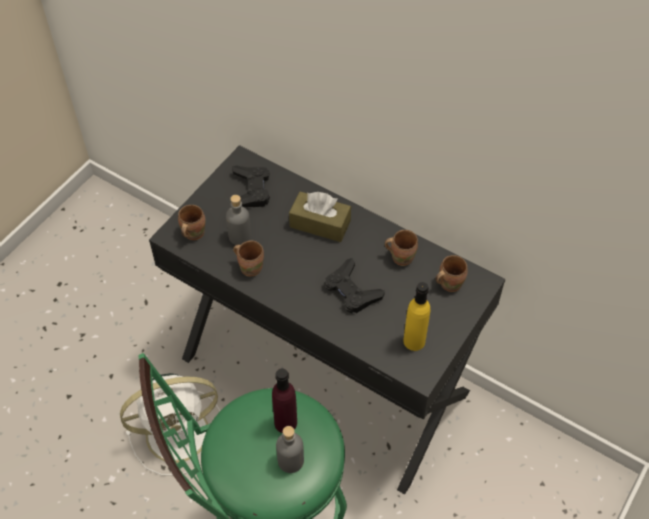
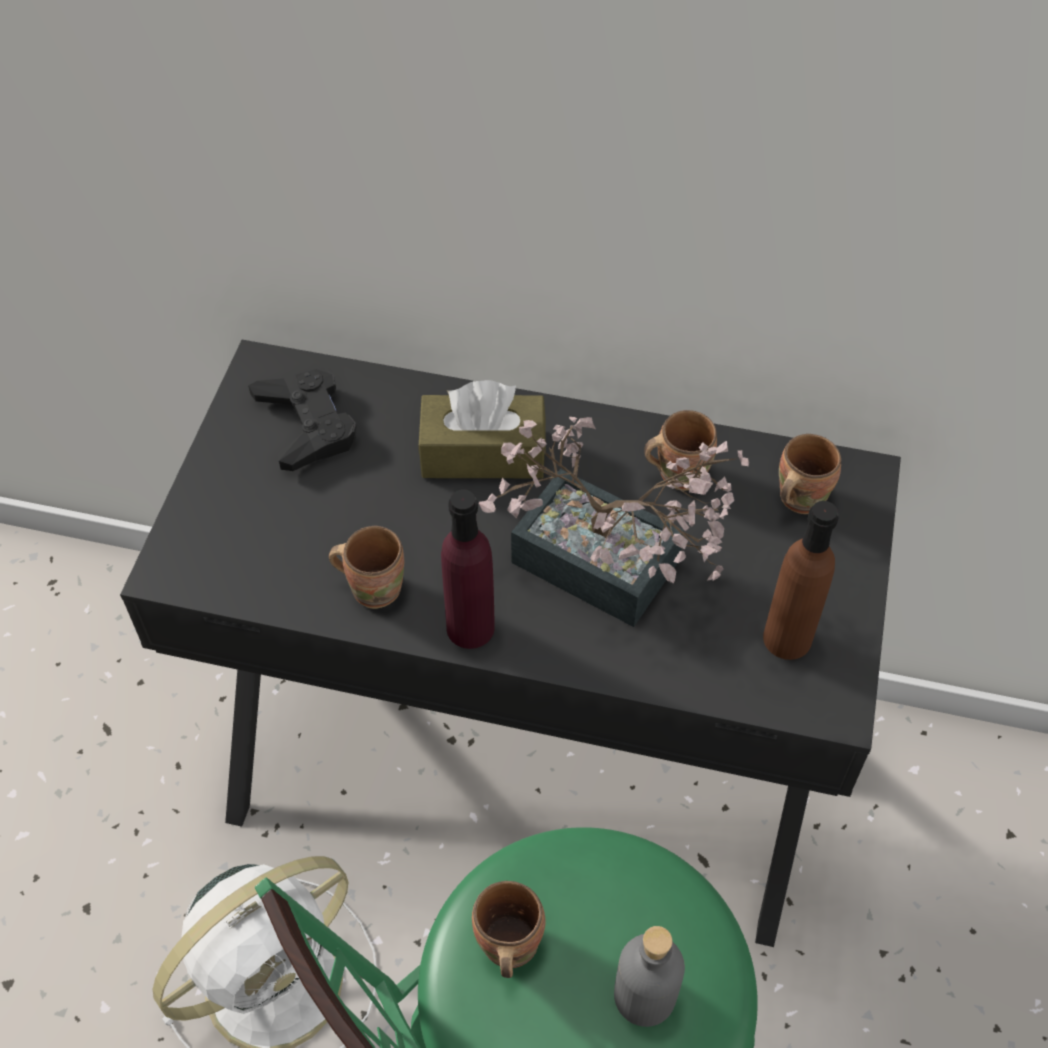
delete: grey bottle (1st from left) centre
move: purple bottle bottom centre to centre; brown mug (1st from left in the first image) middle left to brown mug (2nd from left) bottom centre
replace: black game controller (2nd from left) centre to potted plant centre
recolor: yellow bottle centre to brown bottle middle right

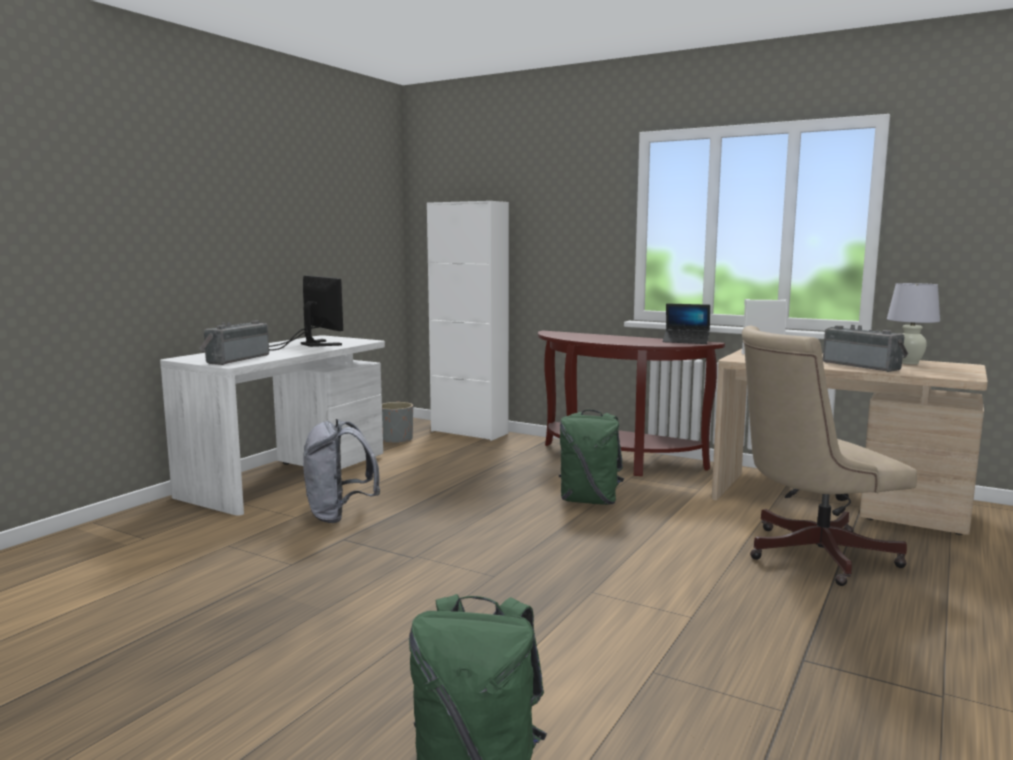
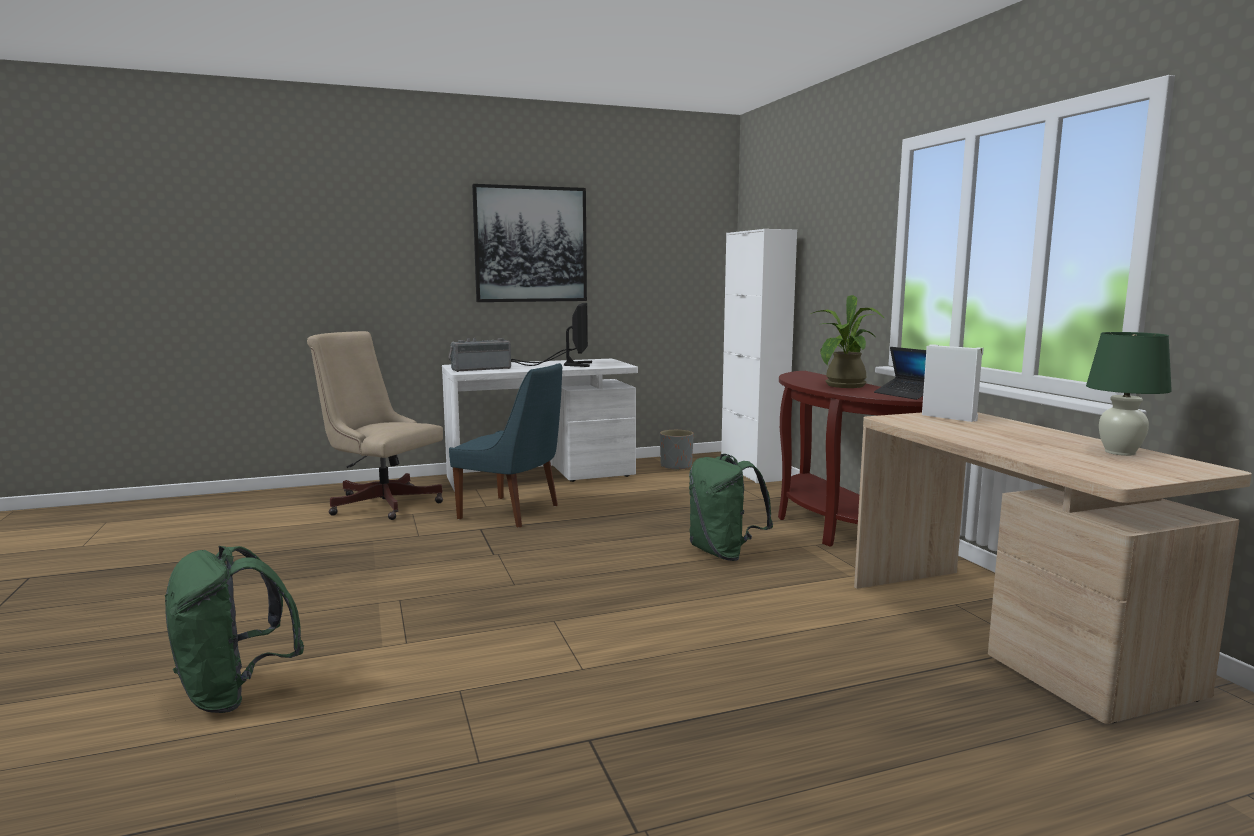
delete: radio (2nd from left) middle right
insert: picture top centre; potted plant middle right
move: beige office chair middle right to middle left
replace: grey backpack centre to blue chair centre
recolor: white table lamp middle right to green table lamp middle right

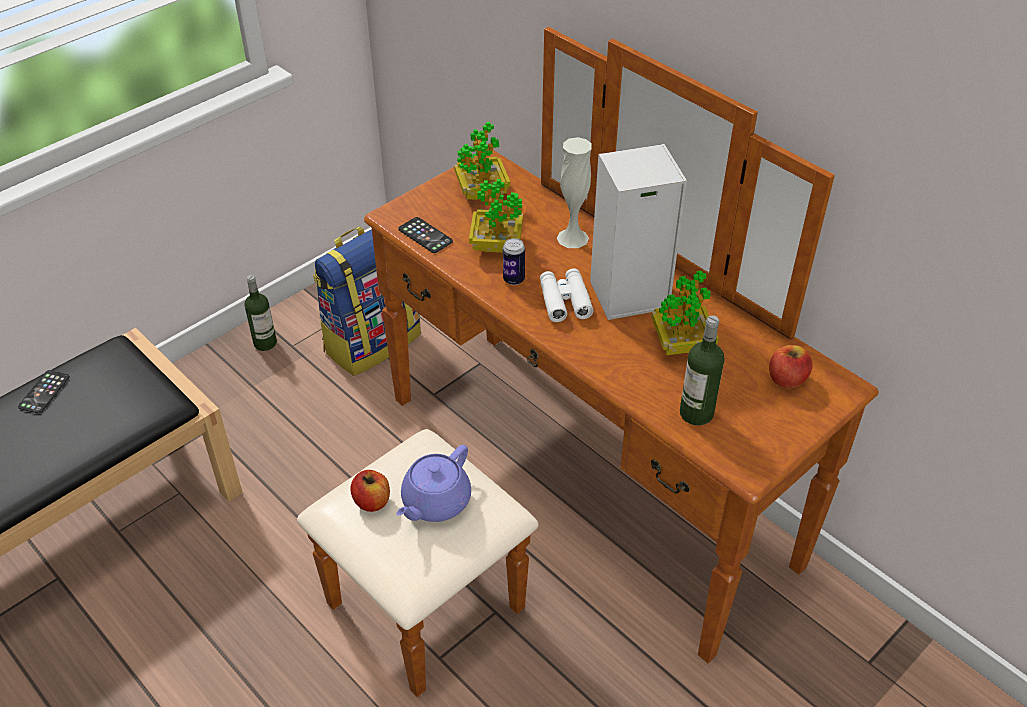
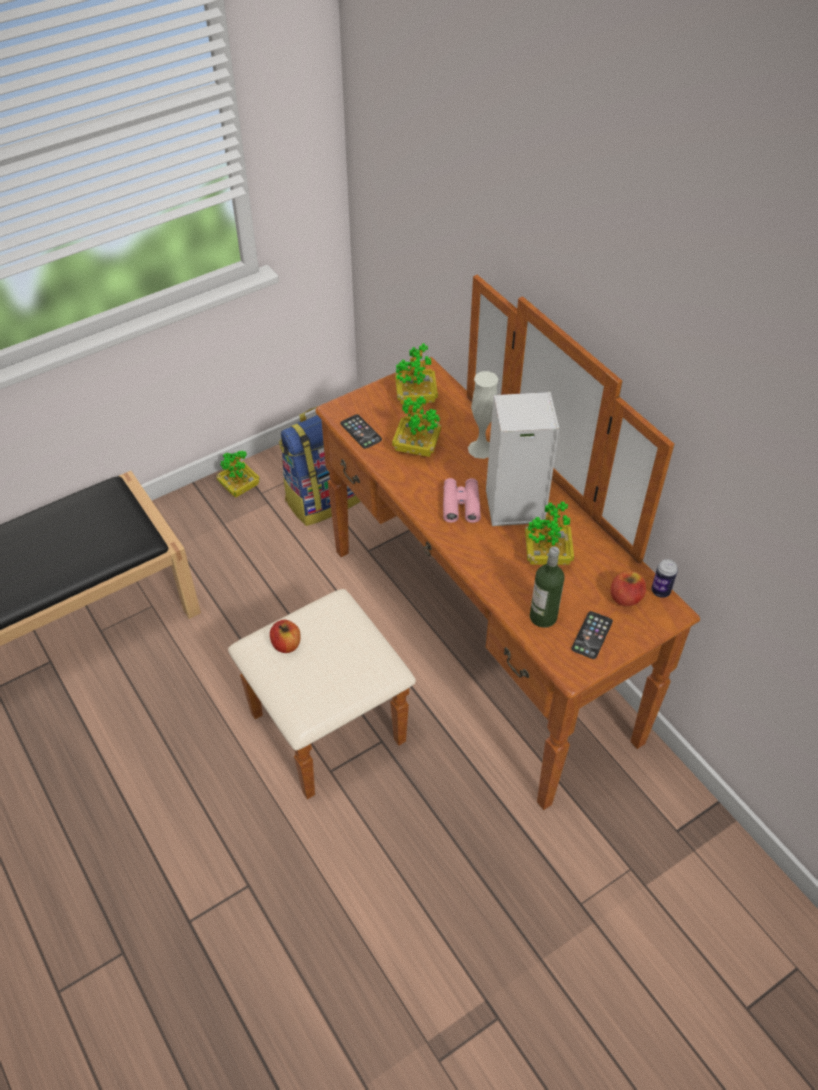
delete: purple teapot bottom centre
move: phone (1st from left in the first image) middle left to phone (2nd from left) middle right; can centre to middle right
replace: bottle (1st from left) middle left to potted plant (1st from left) middle left
recolor: white binoculars centre to pink binoculars centre

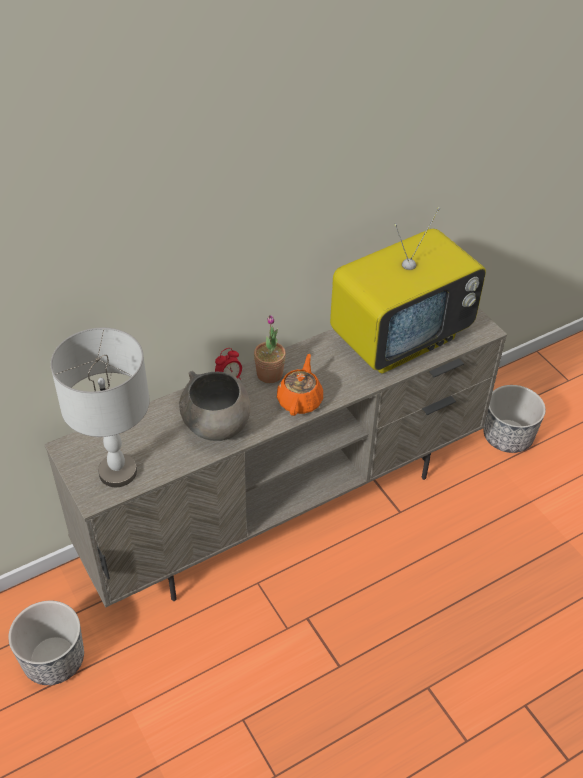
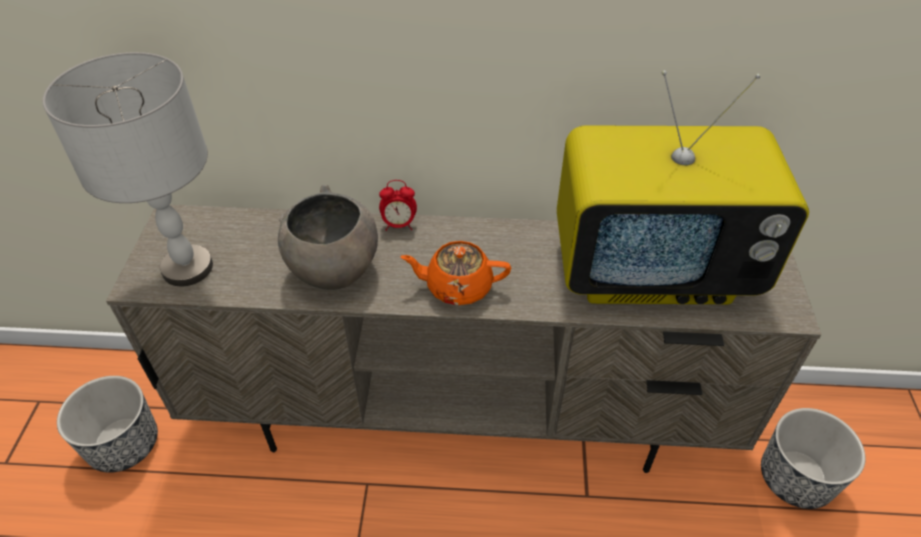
delete: potted plant centre
rotate: orange teapot centre = centre 135 degrees counterclockwise

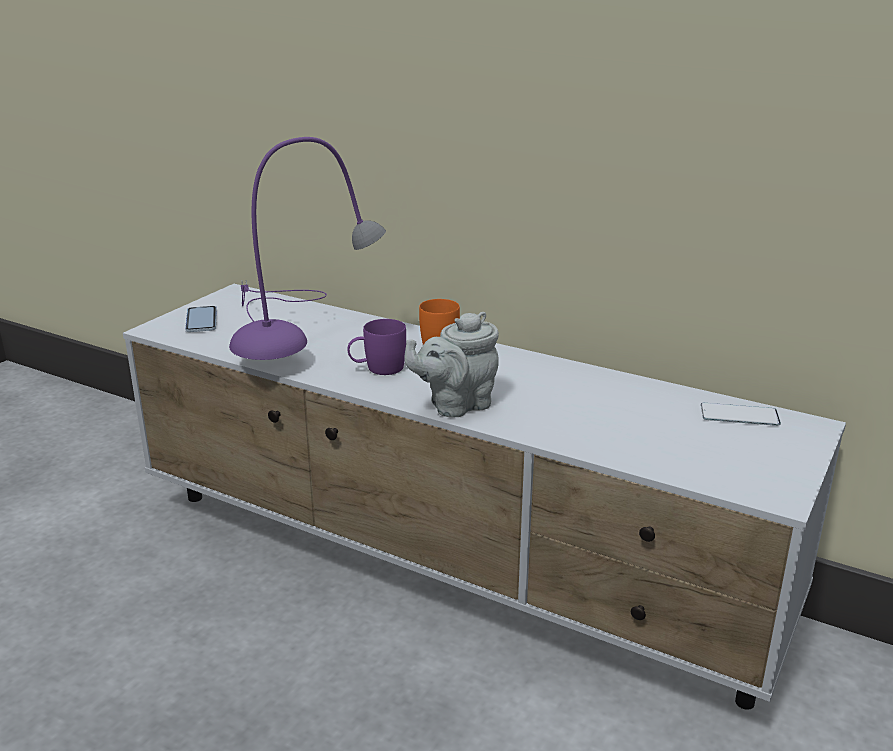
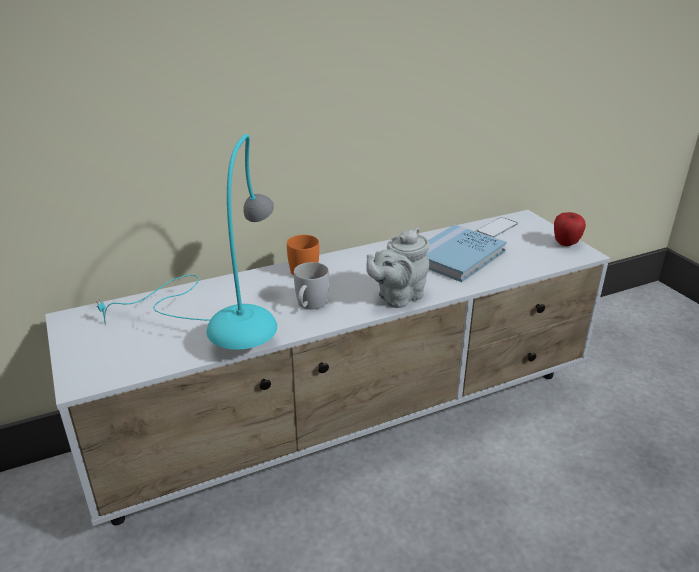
delete: phone (1st from left) middle left
insert: blue book middle right; apple middle right
recolor: purple table lamp top centre to turquoise table lamp middle left; purple mug centre to white mug centre
rotate: grey teapot centre = centre 45 degrees clockwise

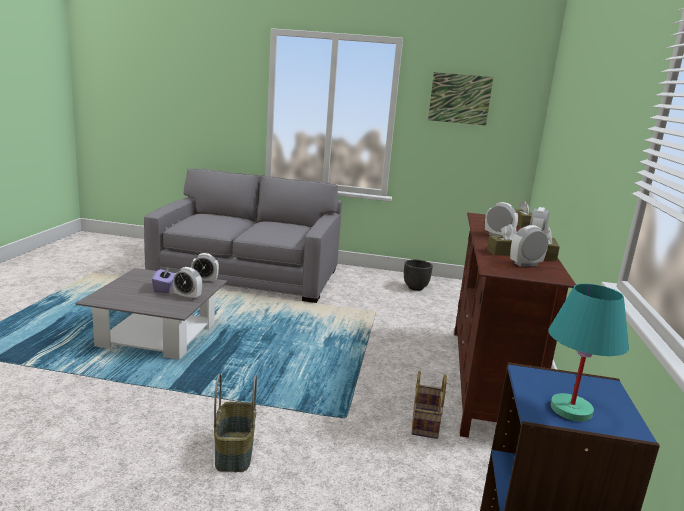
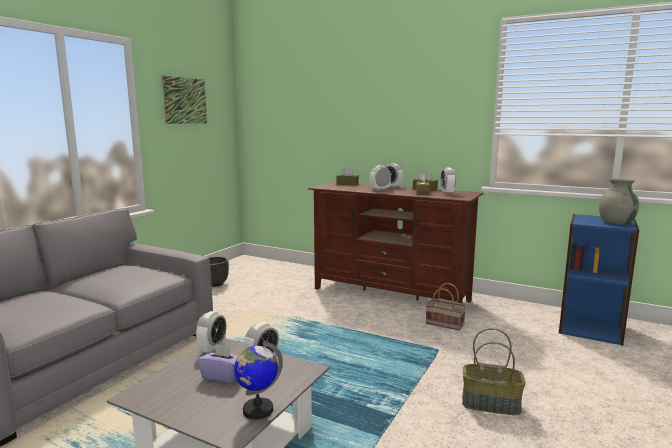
insert: globe bottom centre
replace: turquoise table lamp bottom right to grey vase middle right

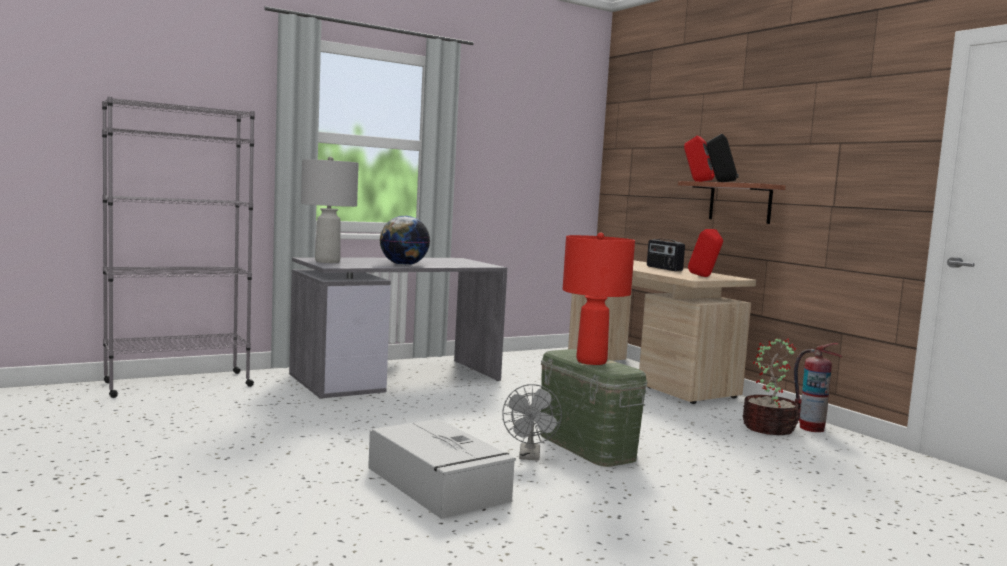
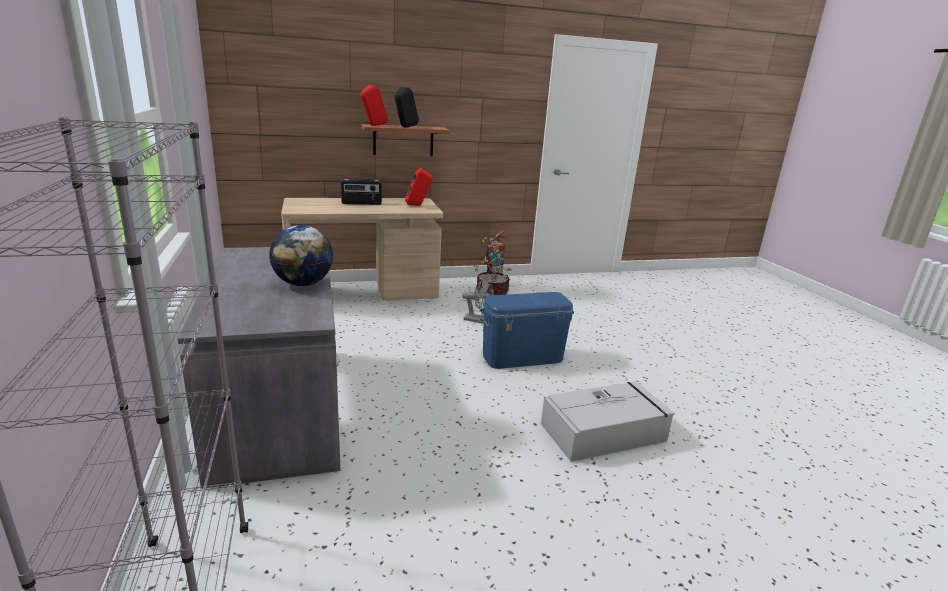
delete: grey table lamp middle left; red table lamp centre
move: grey fan bottom centre to centre
recolor: green storage box bottom centre to blue storage box centre

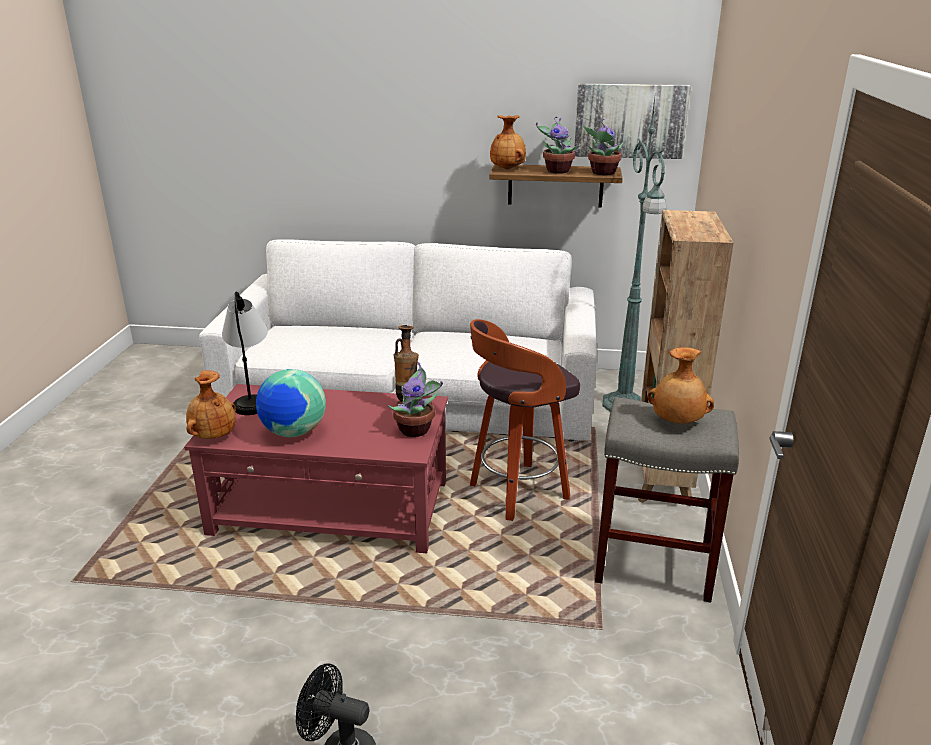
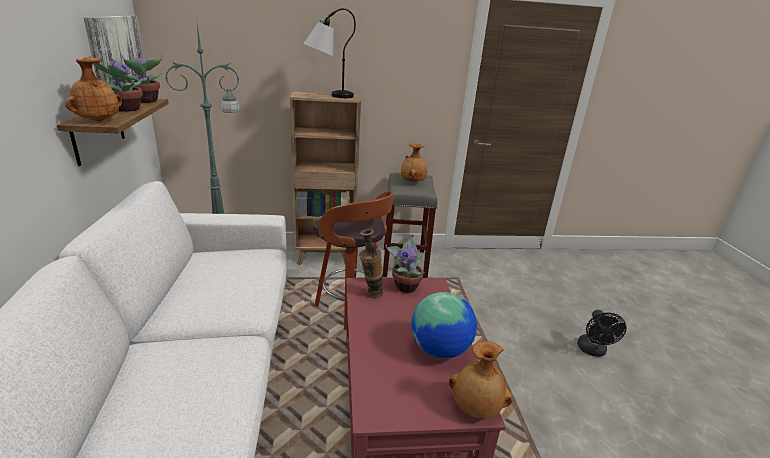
move: table lamp middle left to top centre

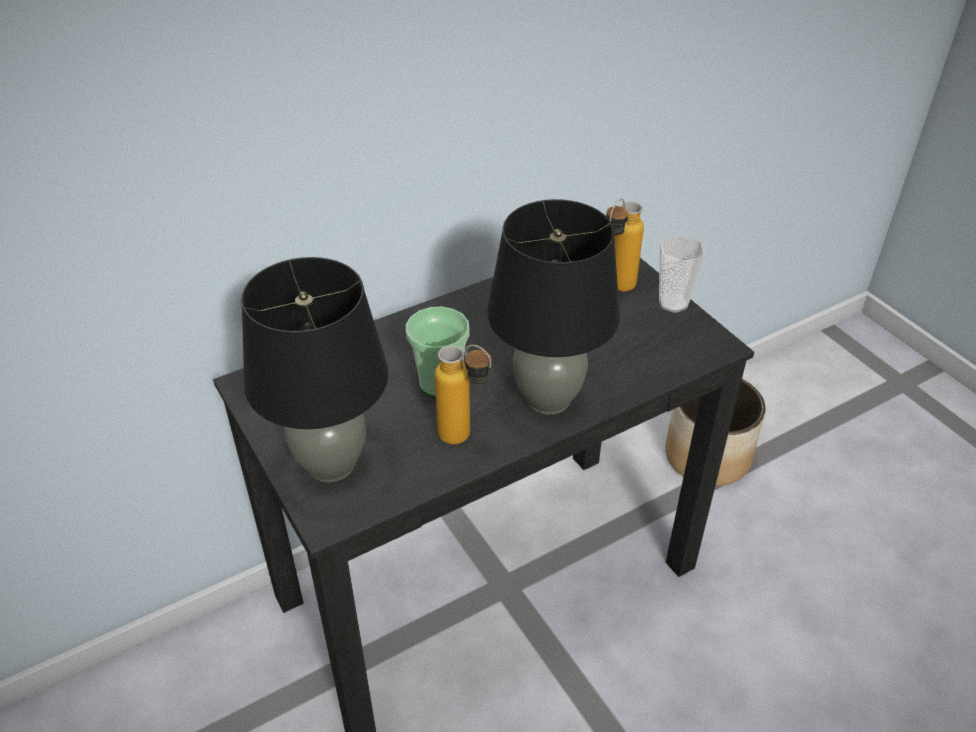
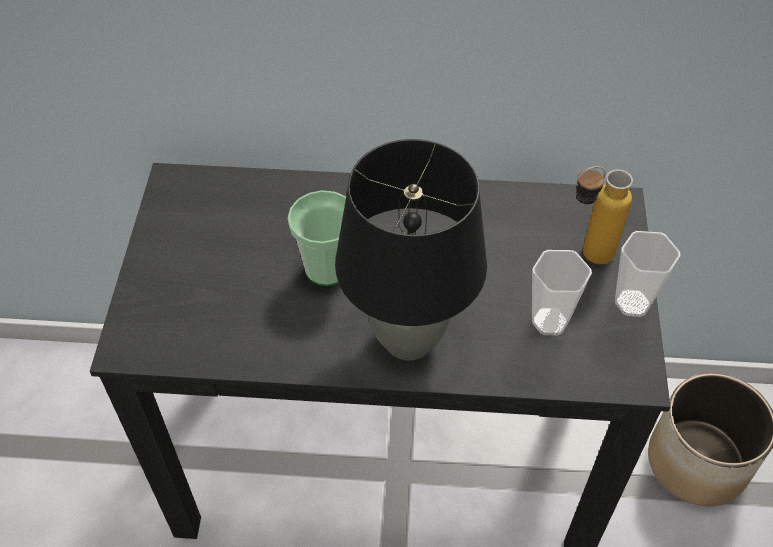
delete: black table lamp (1st from left) middle left; bottle (1st from left) centre
insert: cup (2nd from left) middle right

